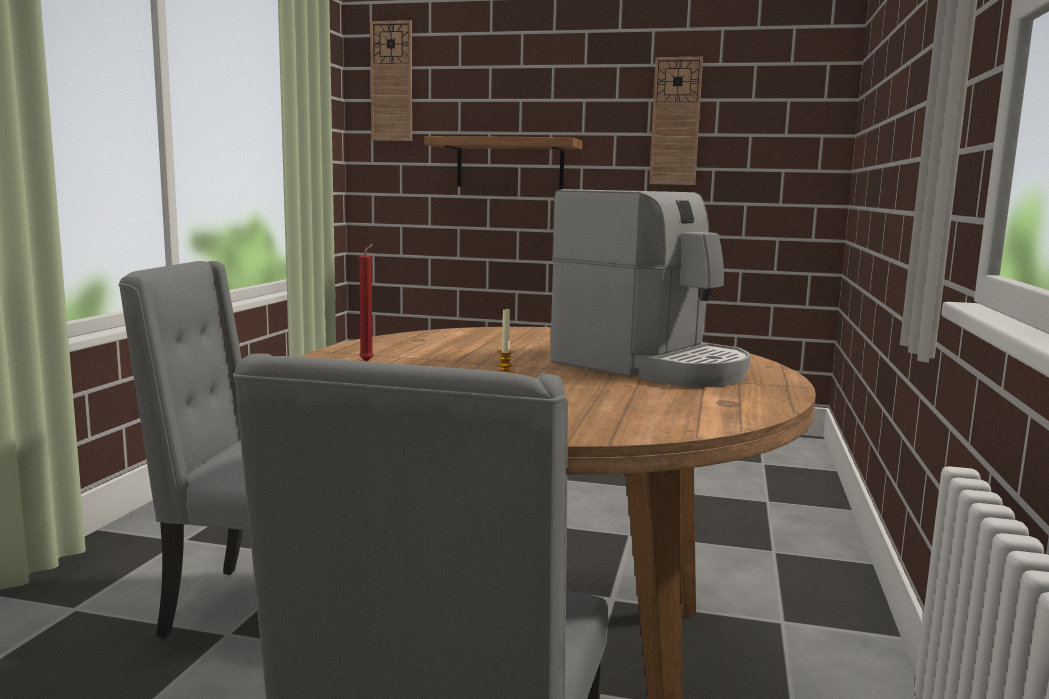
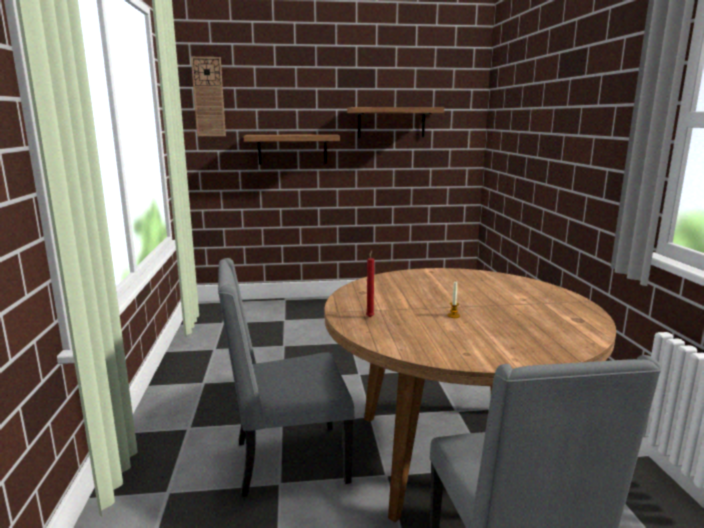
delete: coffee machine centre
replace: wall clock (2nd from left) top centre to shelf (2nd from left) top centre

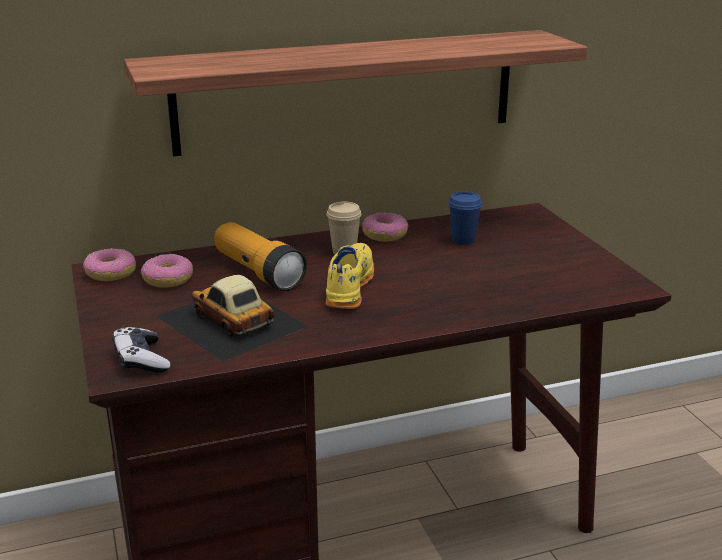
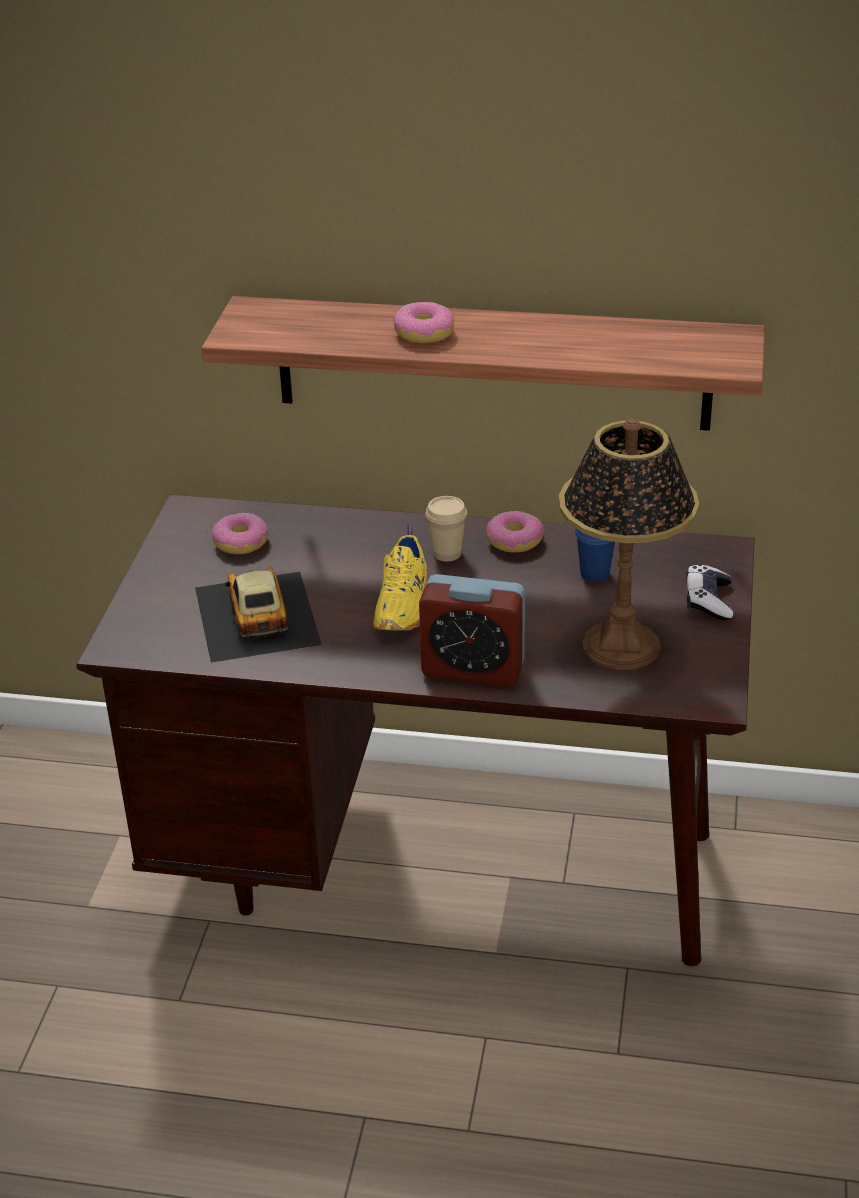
delete: flashlight centre
insert: alarm clock centre; table lamp middle right
move: donut (1st from left in the first image) middle left to donut (2nd from left) top centre; game controller middle left to middle right
rotate: yellow shoe centre = centre 150 degrees clockwise

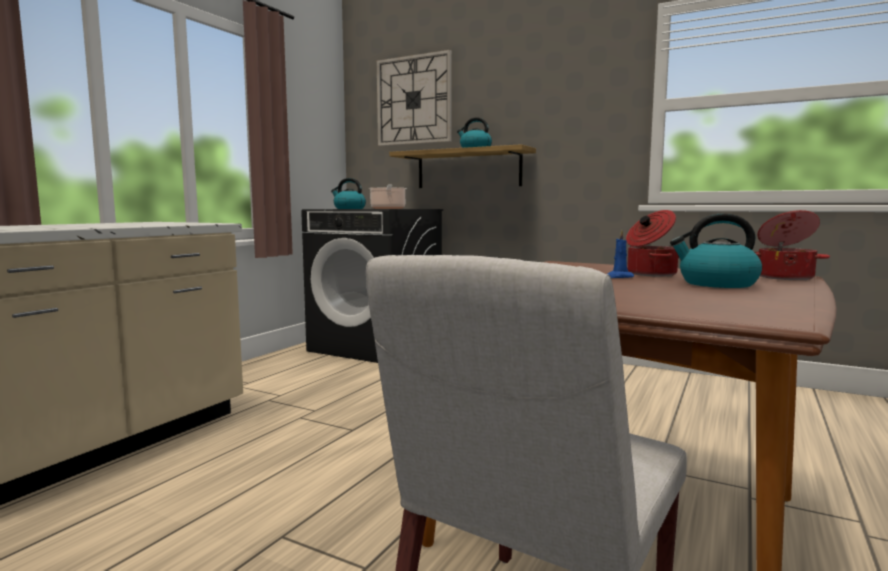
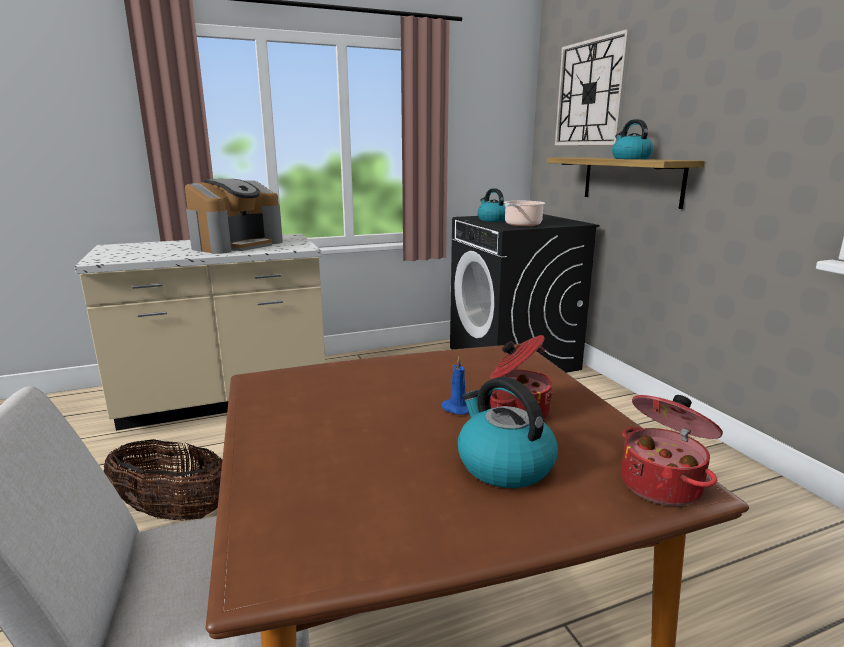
insert: basket bottom left; coffee machine middle left

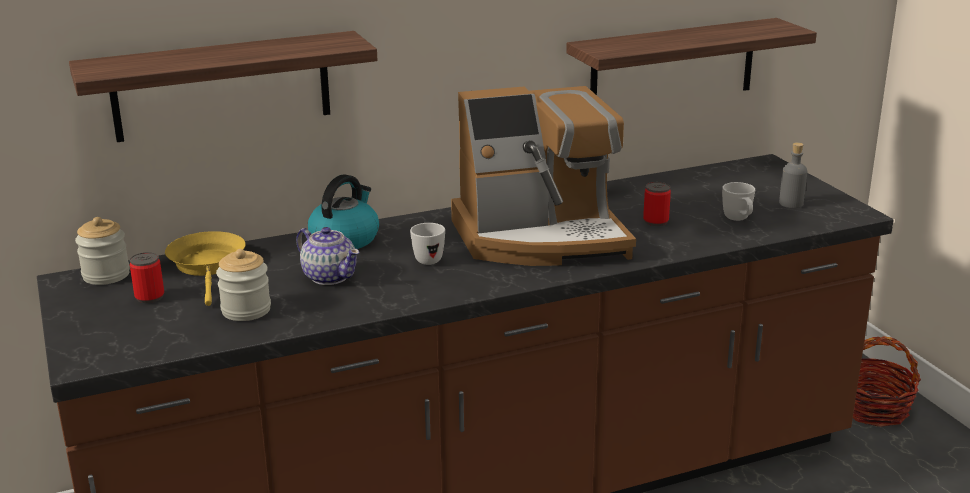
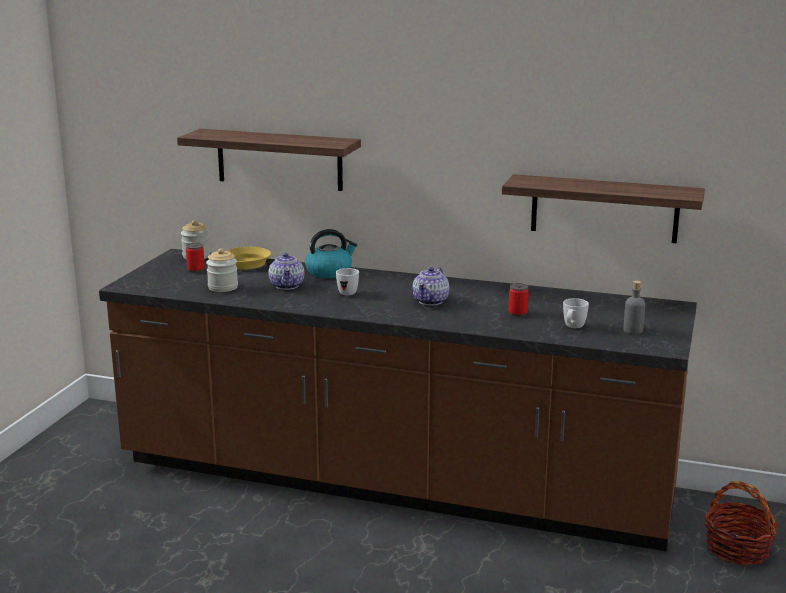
replace: coffee machine centre to teapot (2nd from left) centre

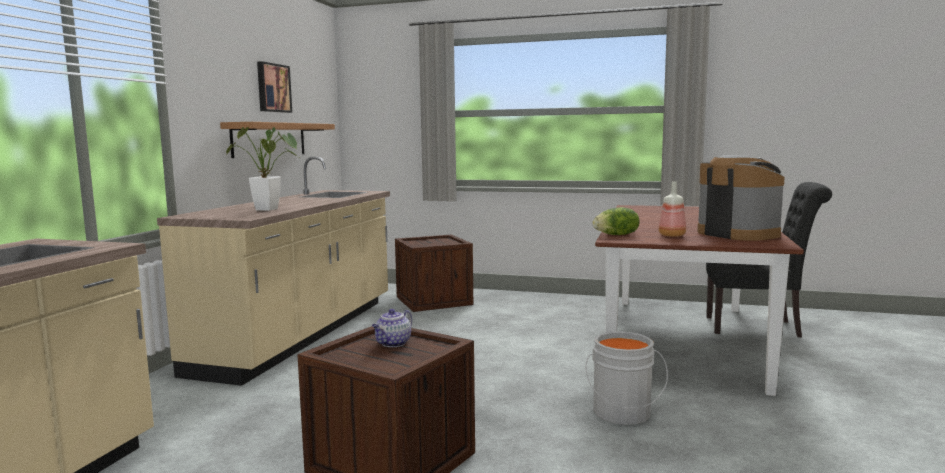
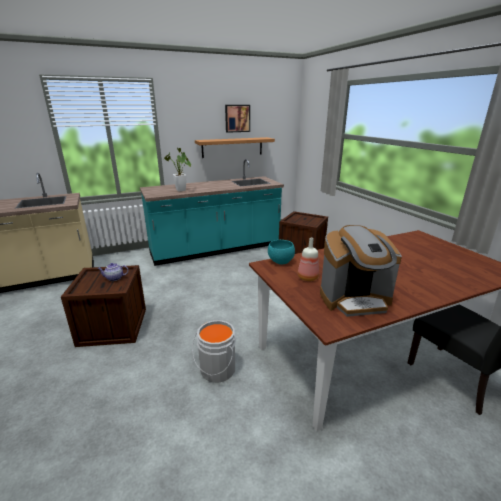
replace: lettuce centre to turquoise bowl centre
recolor: beige counter (2nd from left) middle left to turquoise counter centre
rotate: coffee machine middle right = middle right 60 degrees clockwise

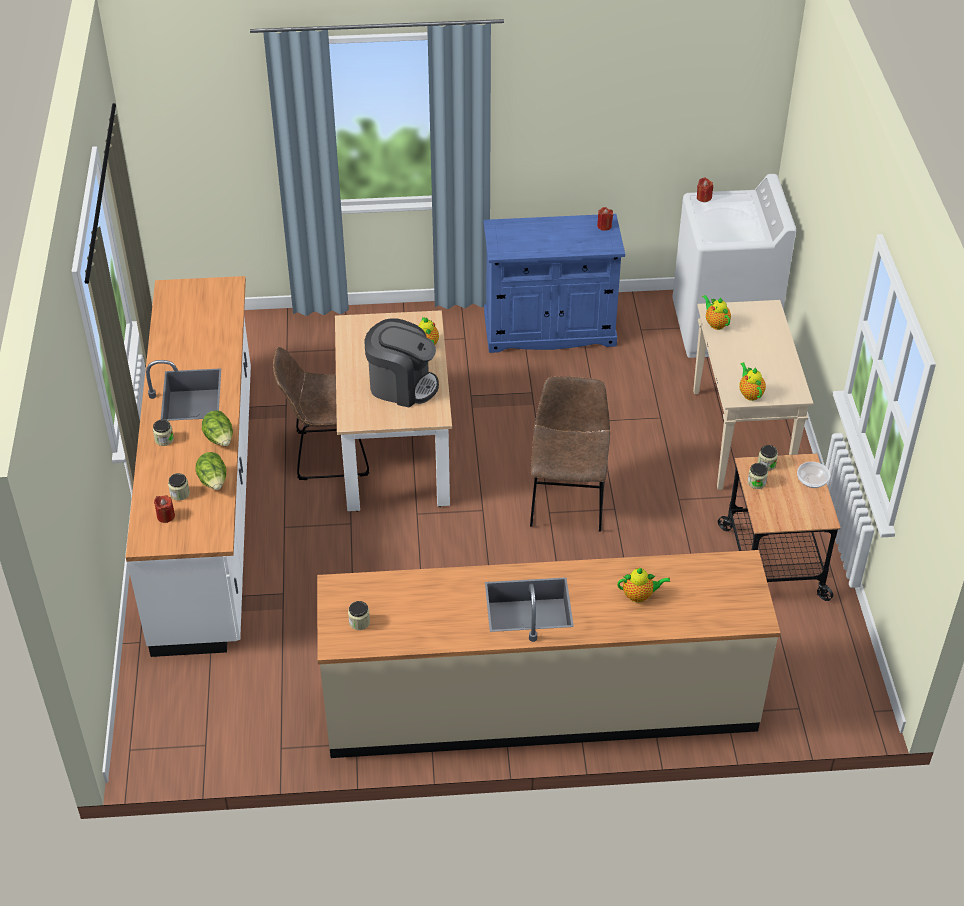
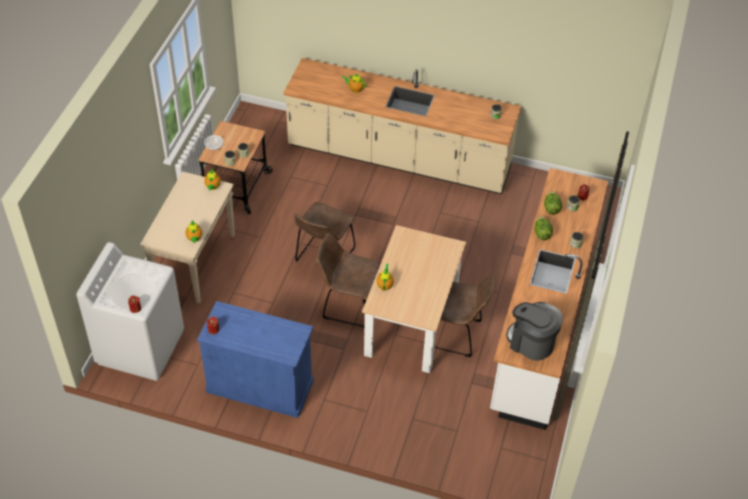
insert: brown chair (2nd from left) centre
move: coffee machine centre to middle right

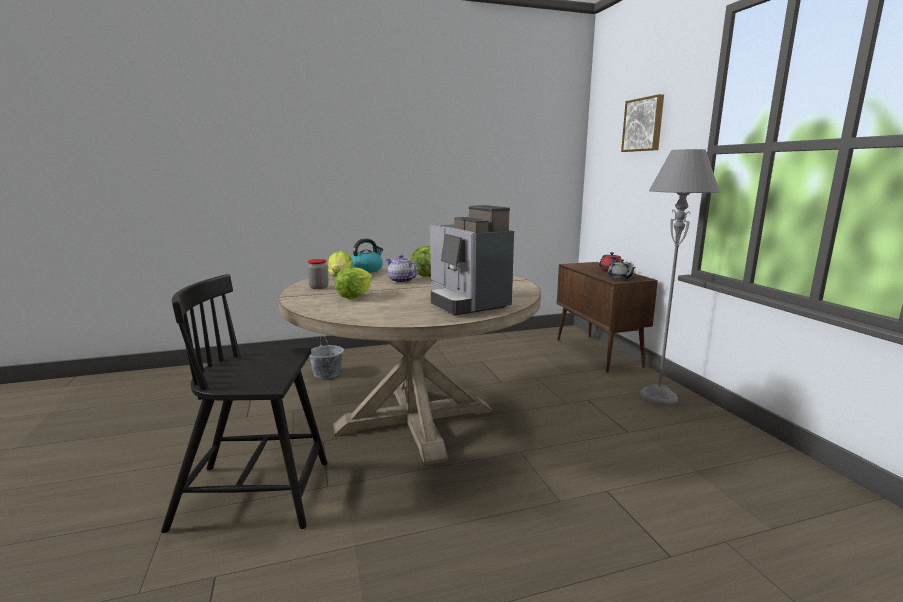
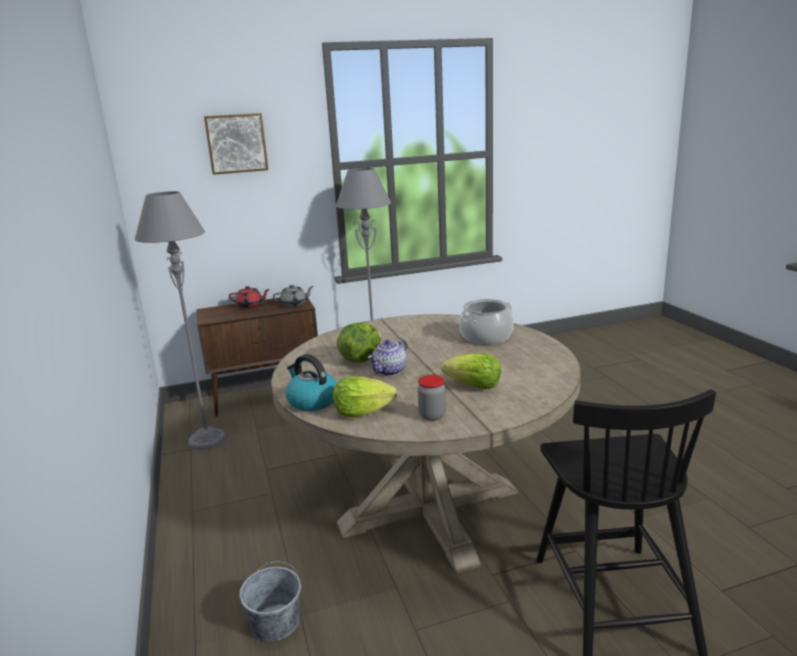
insert: grey floor lamp (1st from left) middle left
replace: coffee machine centre to cooking pot centre

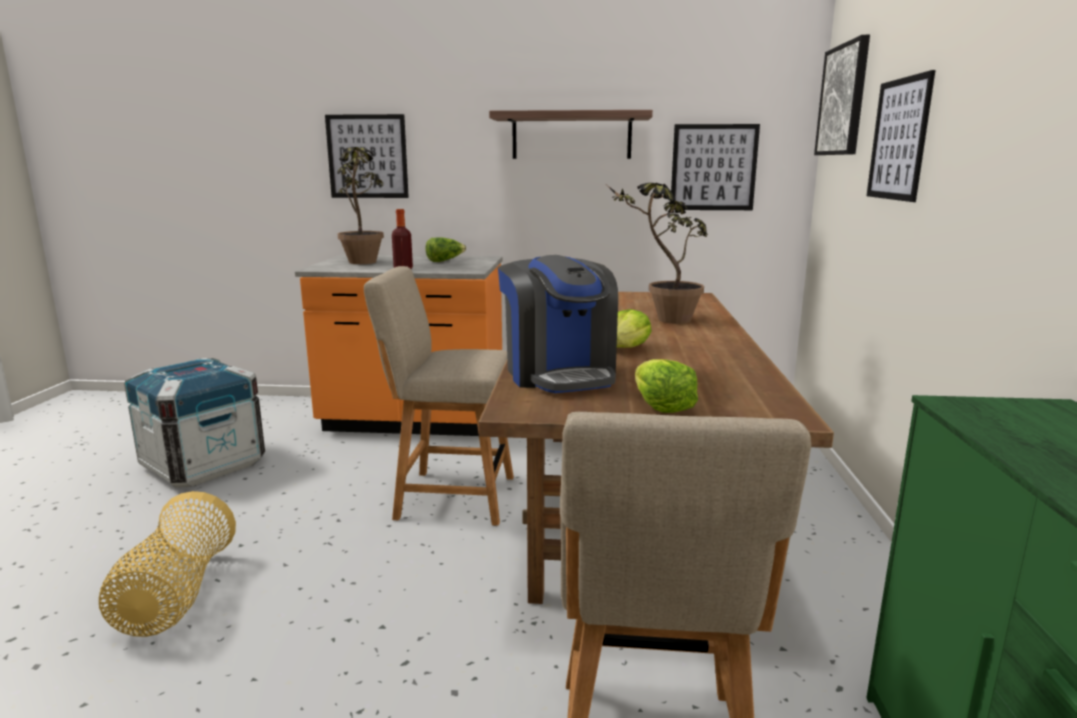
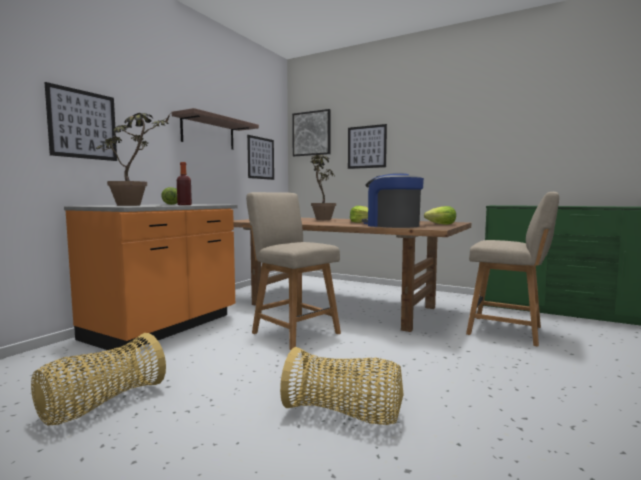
replace: crate middle left to basket (1st from left) bottom left
rotate: beige chair (1st from left) centre = centre 105 degrees clockwise; coffee machine centre = centre 135 degrees counterclockwise

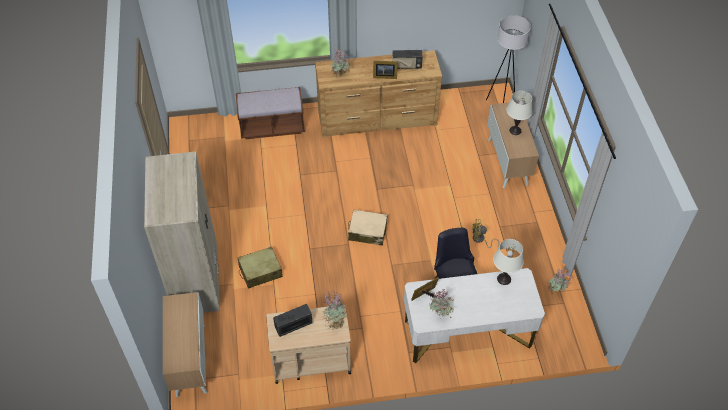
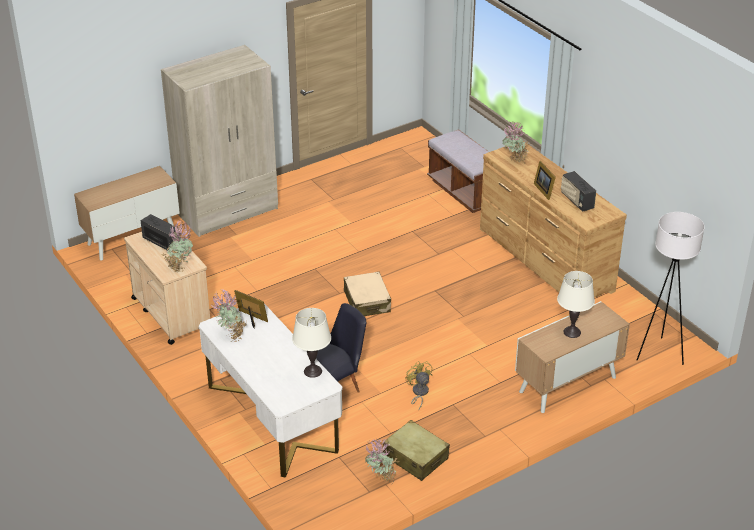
move: beige suitcase (1st from left in the first image) centre to beige suitcase (2nd from left) bottom centre

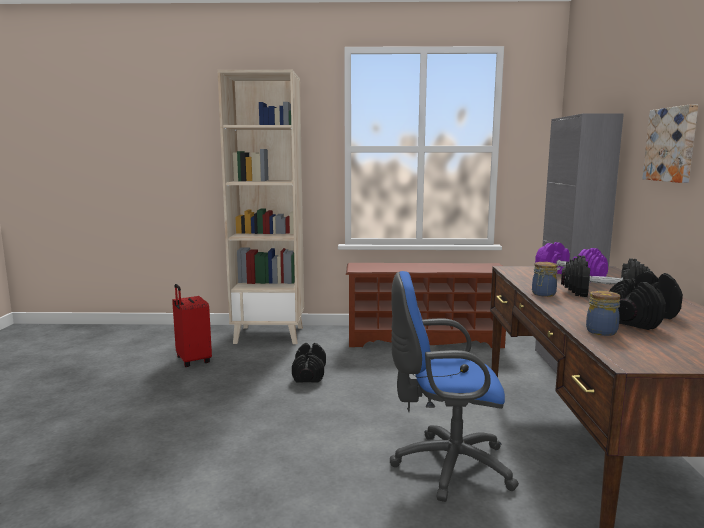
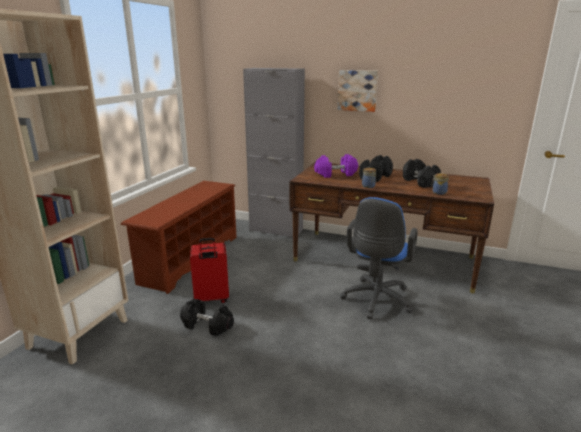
move: red suitcase middle left to centre

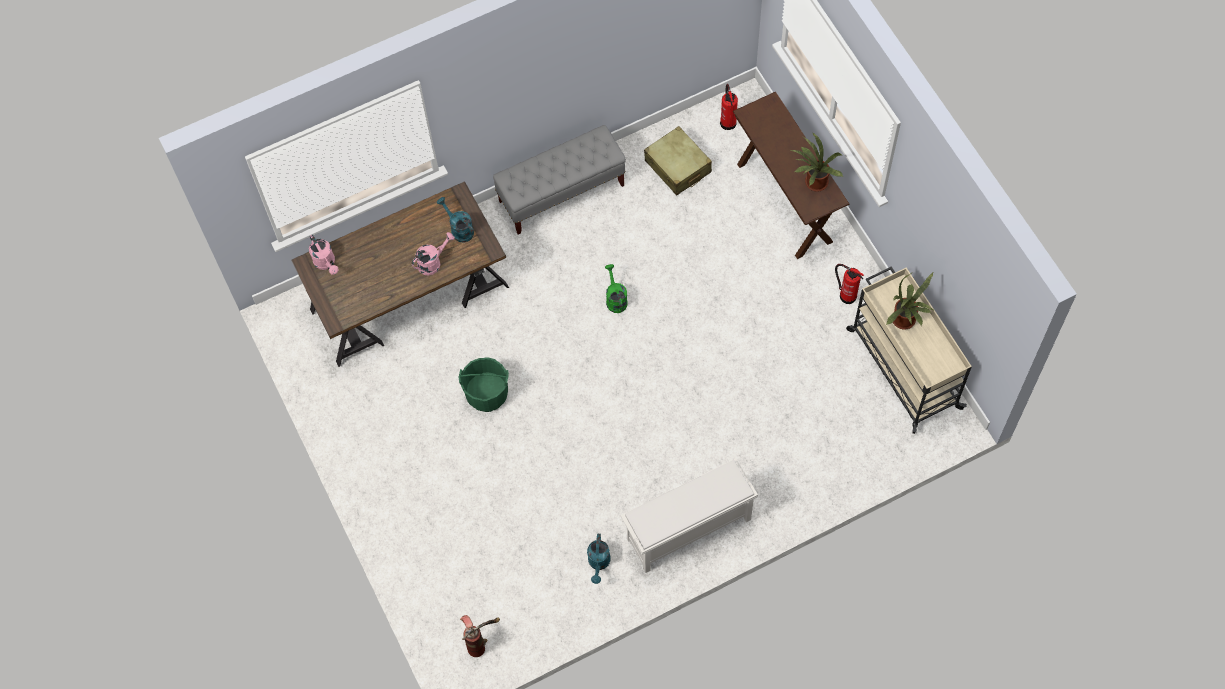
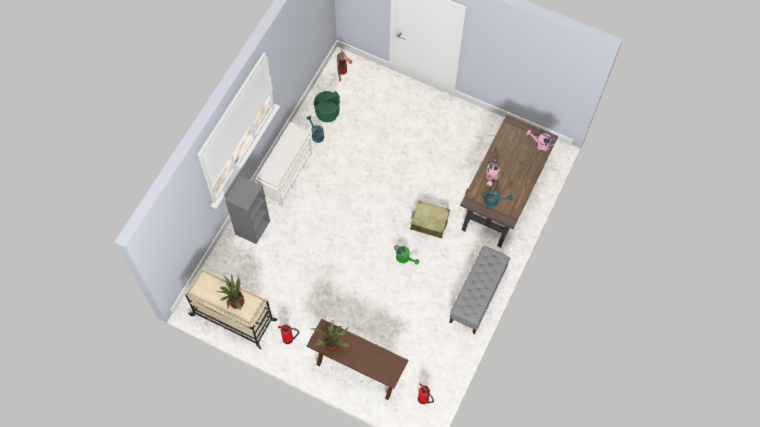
insert: grey bookcase middle left
move: green bucket centre to top centre; beige suitcase top centre to centre

